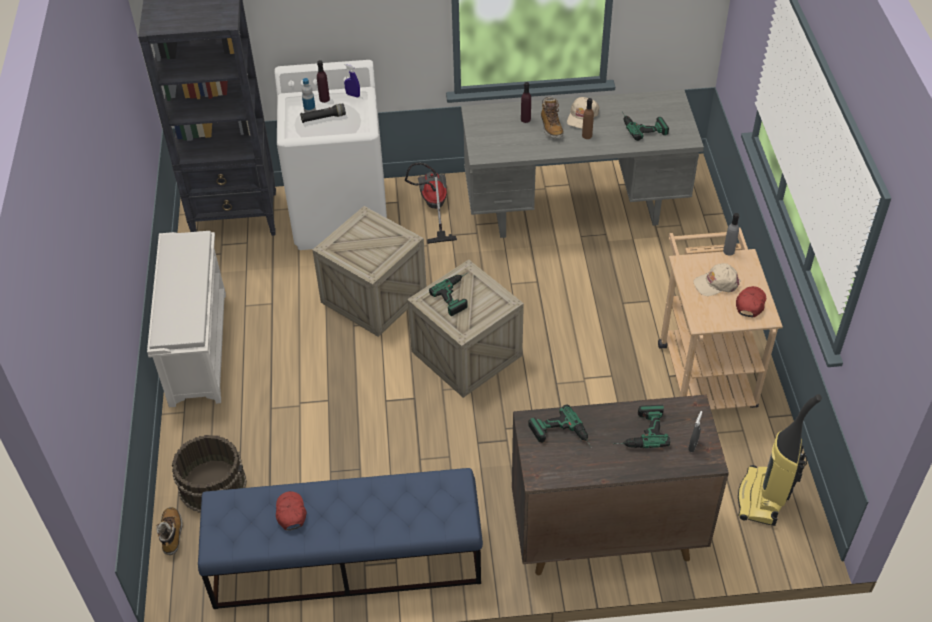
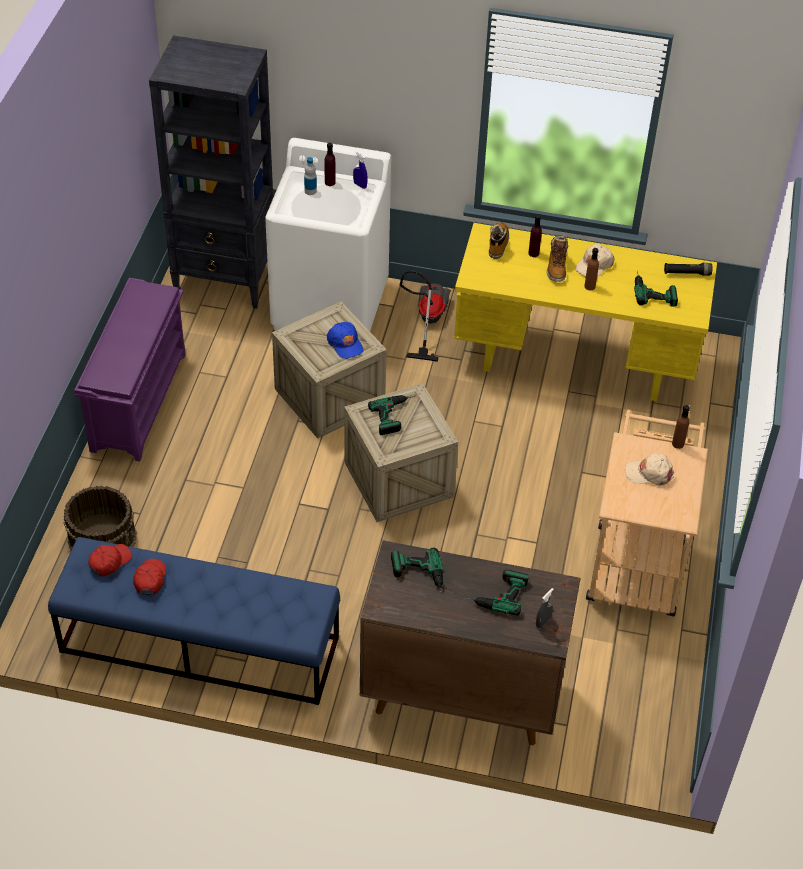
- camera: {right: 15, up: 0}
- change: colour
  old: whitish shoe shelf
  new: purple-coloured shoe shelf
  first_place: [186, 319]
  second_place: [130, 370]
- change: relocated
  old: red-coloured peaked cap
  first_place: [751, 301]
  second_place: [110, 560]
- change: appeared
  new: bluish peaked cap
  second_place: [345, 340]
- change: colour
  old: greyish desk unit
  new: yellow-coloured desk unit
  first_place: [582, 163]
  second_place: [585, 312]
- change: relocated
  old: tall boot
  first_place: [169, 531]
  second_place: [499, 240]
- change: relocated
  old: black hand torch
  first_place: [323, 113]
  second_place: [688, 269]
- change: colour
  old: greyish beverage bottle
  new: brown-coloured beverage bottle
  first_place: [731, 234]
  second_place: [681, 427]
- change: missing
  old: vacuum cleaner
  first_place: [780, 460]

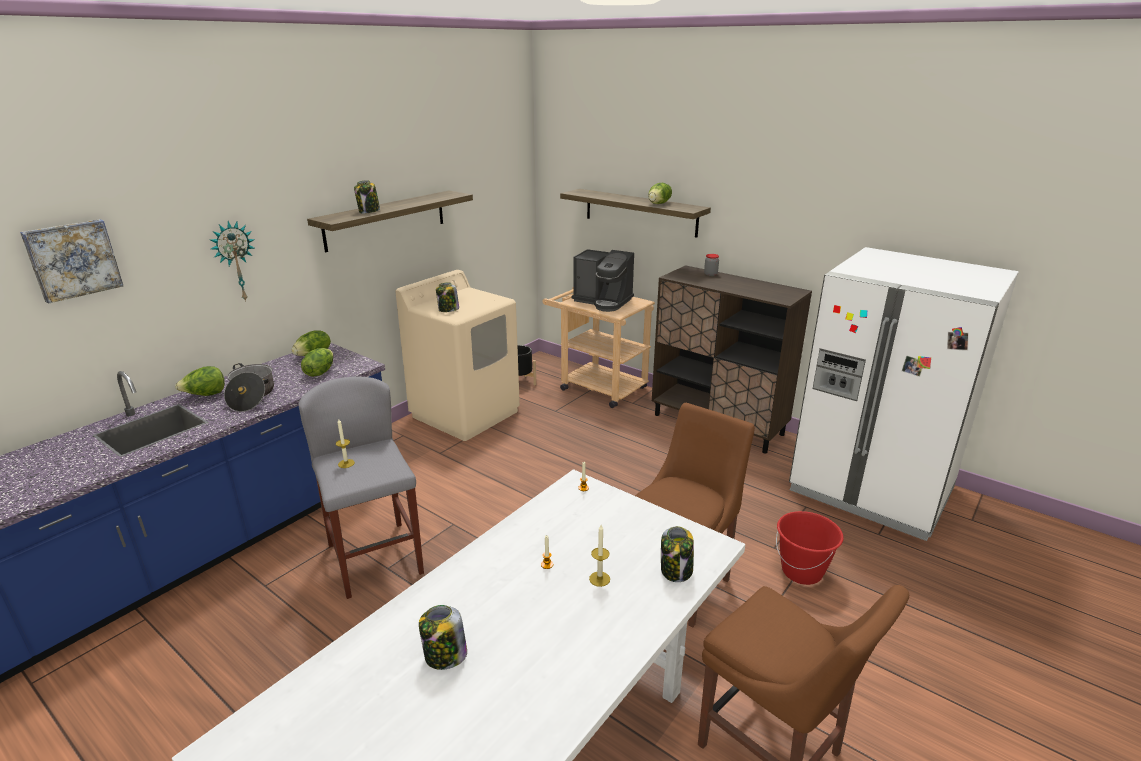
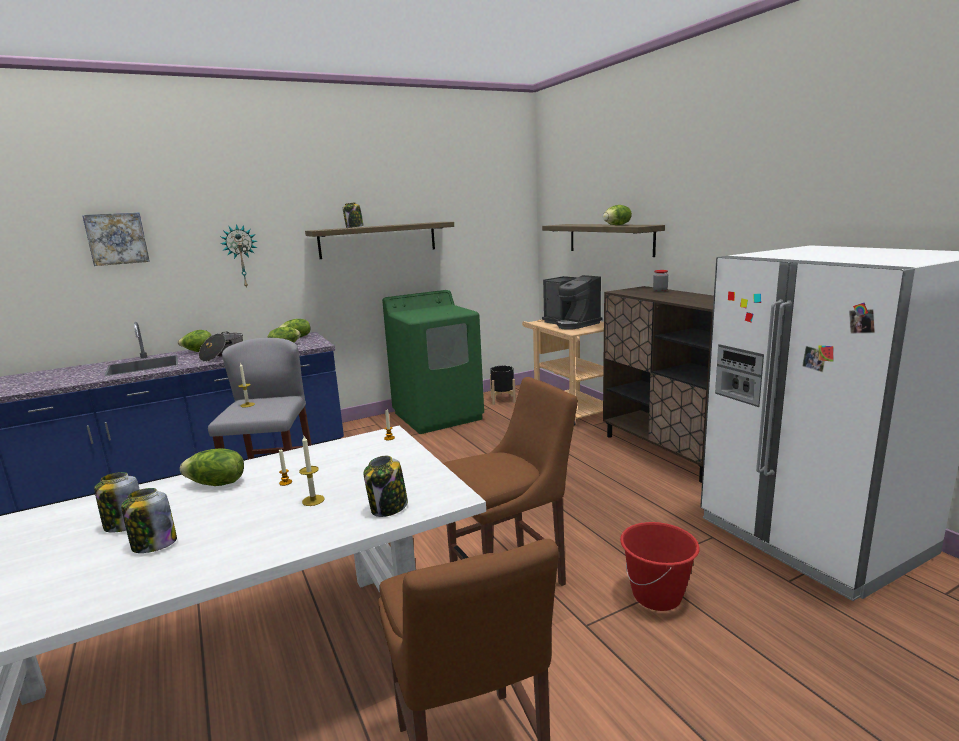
- camera: {right: 25, up: -10}
- change: relocated
  old: storage jar
  first_place: [447, 297]
  second_place: [149, 520]
- change: appeared
  new: head of lettuce
  second_place: [212, 467]
- change: colour
  old: beige-coloured laundry machine
  new: greenish laundry machine
  first_place: [457, 355]
  second_place: [433, 362]

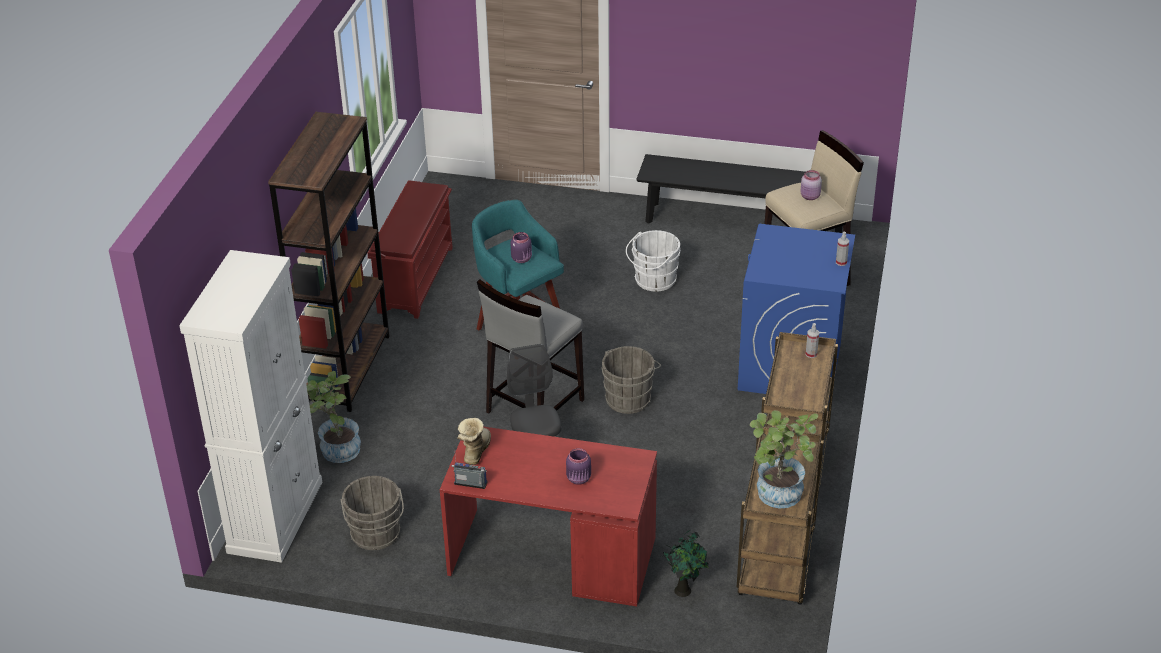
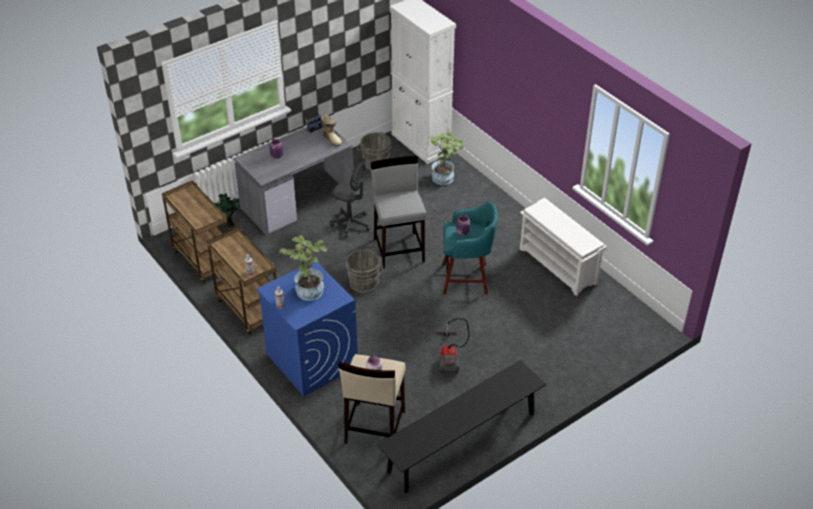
- camera: {right: 130, up: 5}
- change: colour
  old: red-coloured desk unit
  new: greyish desk unit
  first_place: [548, 516]
  second_place: [293, 179]
- change: relocated
  old: potted plant
  first_place: [784, 459]
  second_place: [303, 268]
- change: exchanged
  old: whitish pail
  new: vacuum cleaner
  first_place: [653, 261]
  second_place: [453, 346]
- change: colour
  old: red-coloured shoe shelf
  new: whitish shoe shelf
  first_place: [410, 249]
  second_place: [563, 247]
- change: missing
  old: brown-coloured bookcase
  first_place: [329, 262]

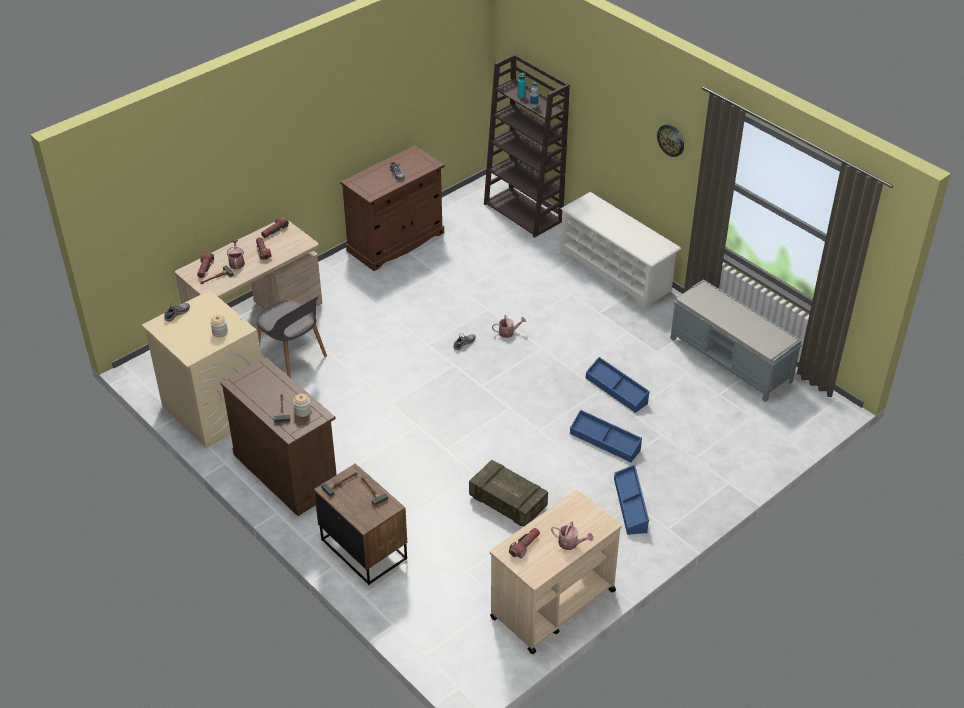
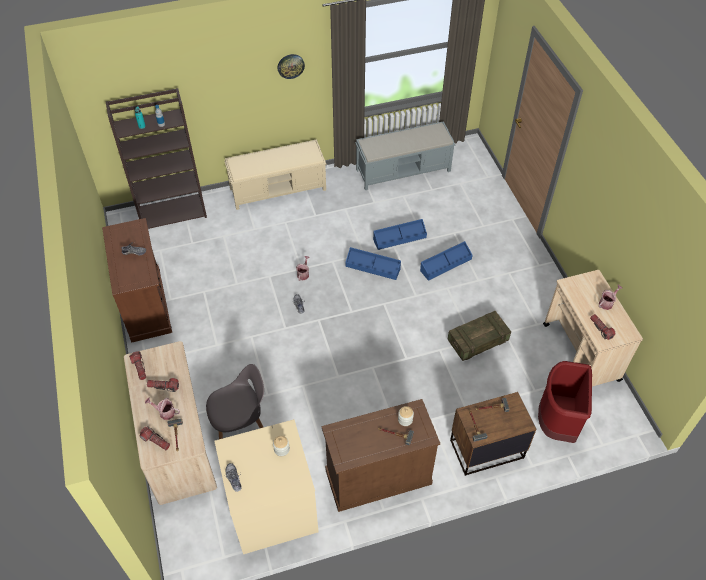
- camera: {right: -65, up: 10}
- change: exchanged
  old: whitish shoe shelf
  new: beige-coloured bench
  first_place: [620, 250]
  second_place: [275, 174]
- change: relocated
  old: bluish storage bin
  first_place: [631, 500]
  second_place: [373, 263]
- change: appeared
  new: red-coloured waste bin
  second_place: [565, 402]

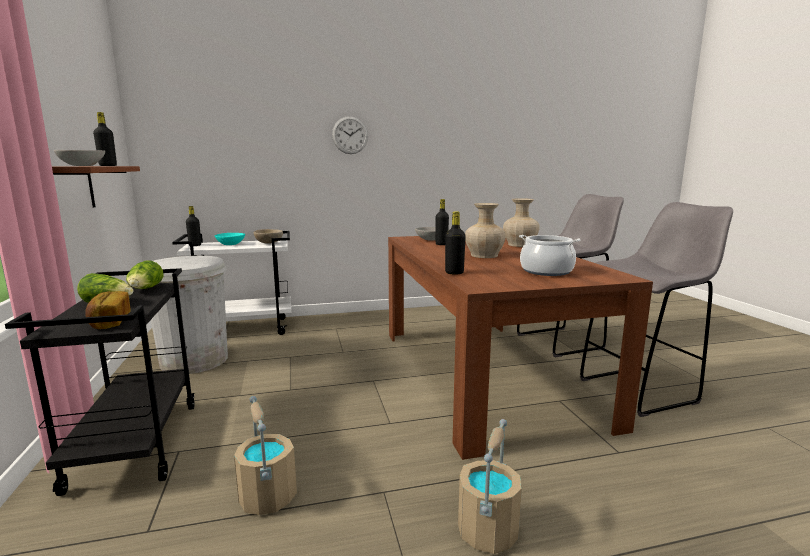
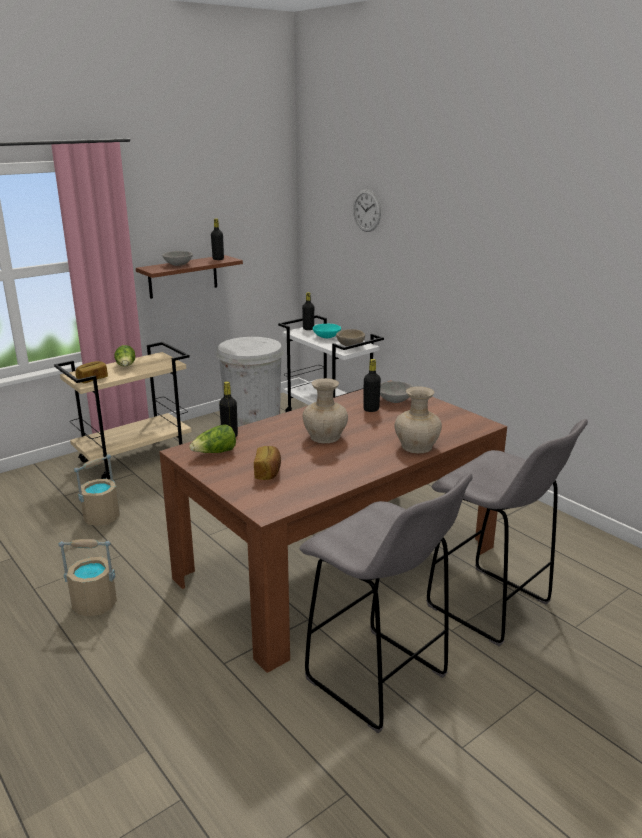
- camera: {right: 65, up: 10}
- change: colour
  old: black cart
  new: beige-coloured cart
  first_place: [100, 382]
  second_place: [123, 411]
- change: relocated
  old: head of lettuce
  first_place: [145, 275]
  second_place: [212, 439]
- change: exchanged
  old: stockpot
  new: bakery bread
  first_place: [550, 255]
  second_place: [267, 463]
- change: relocated
  old: clock on the wall
  first_place: [350, 135]
  second_place: [367, 210]

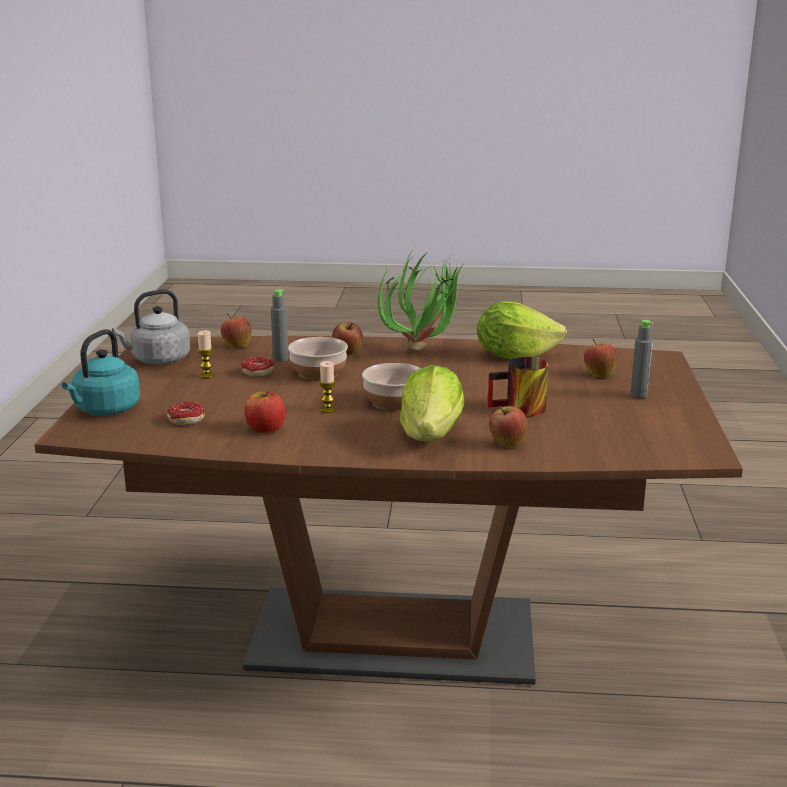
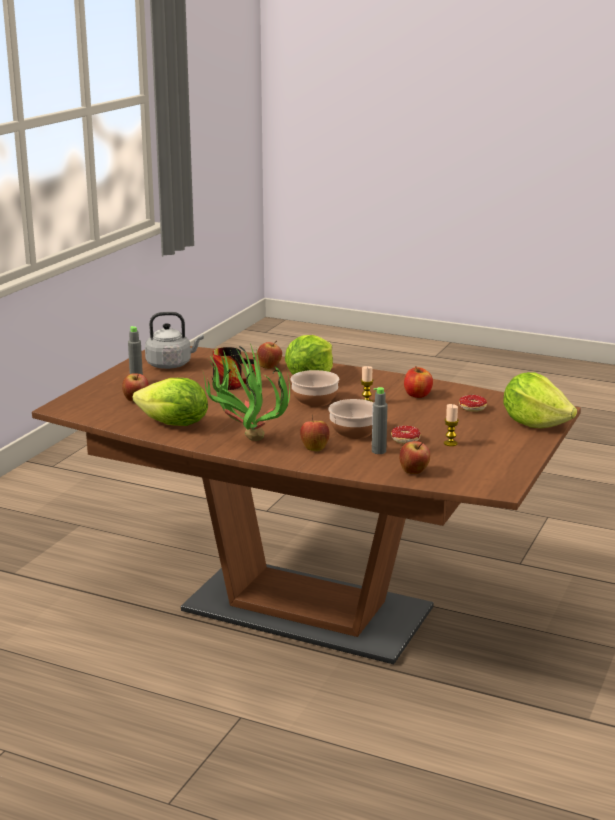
- camera: {right: -160, up: 0}
- change: relocated
  old: greyish water kettle
  first_place: [151, 327]
  second_place: [174, 340]
- change: exchanged
  old: turquoise-coloured water kettle
  new: head of lettuce
  first_place: [101, 372]
  second_place: [540, 400]

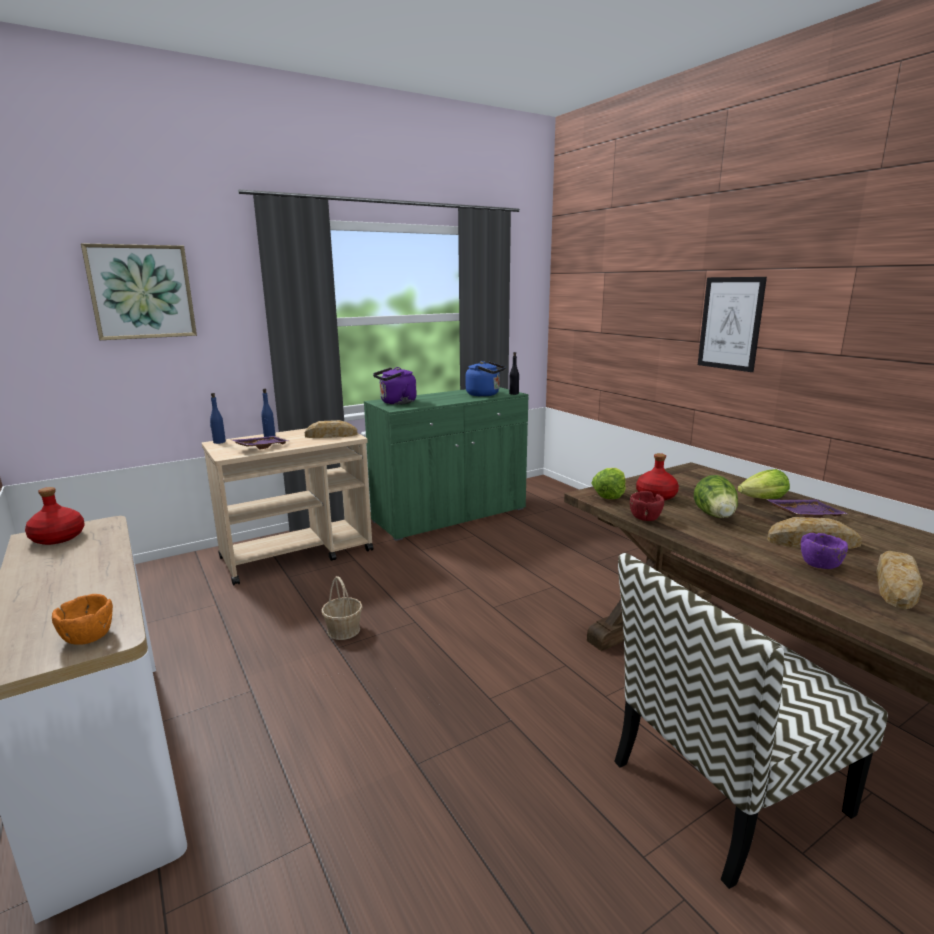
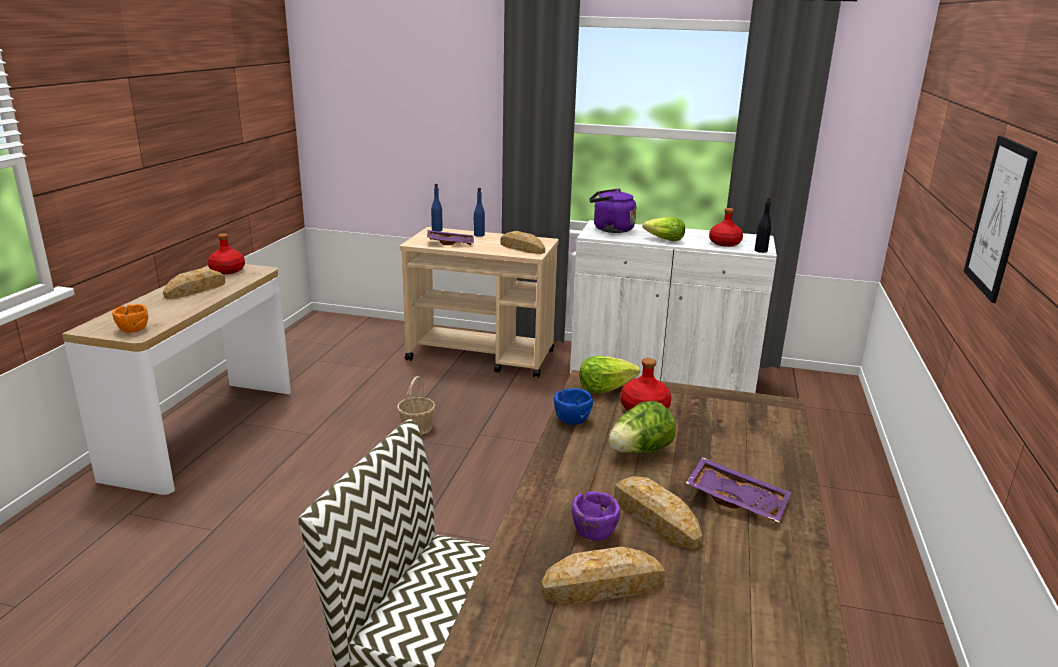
- camera: {right: 45, up: 5}
- change: appeared
  new: bakery bread
  second_place: [194, 283]
- change: colour
  old: red-coloured bowl
  new: bluish bowl
  first_place: [647, 506]
  second_place: [573, 406]
- change: colour
  old: greenish cabinet
  new: whitish cabinet
  first_place: [446, 464]
  second_place: [673, 306]
- change: relocated
  old: head of lettuce
  first_place: [763, 484]
  second_place: [663, 229]
- change: exchanged
  old: bluish water kettle
  new: red-coloured beverage bottle
  first_place: [486, 379]
  second_place: [726, 227]
- change: missing
  old: wall picture
  first_place: [139, 291]

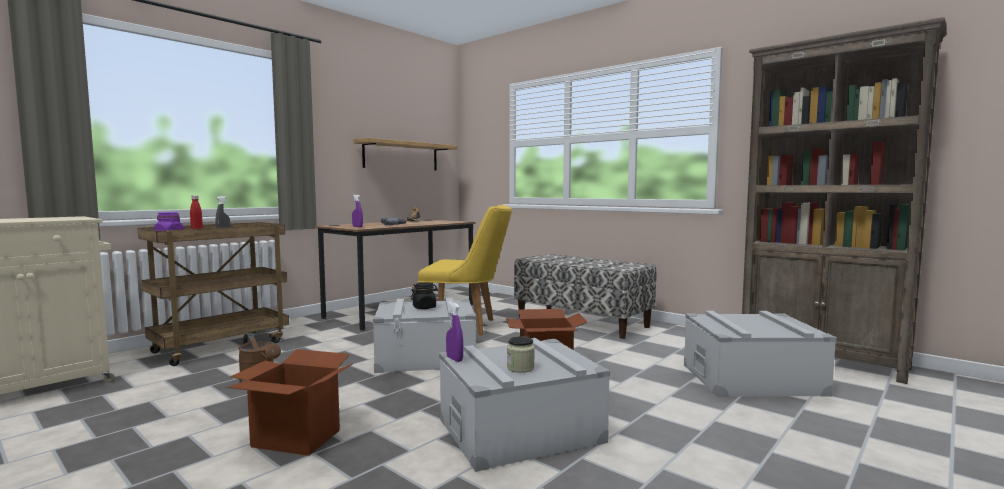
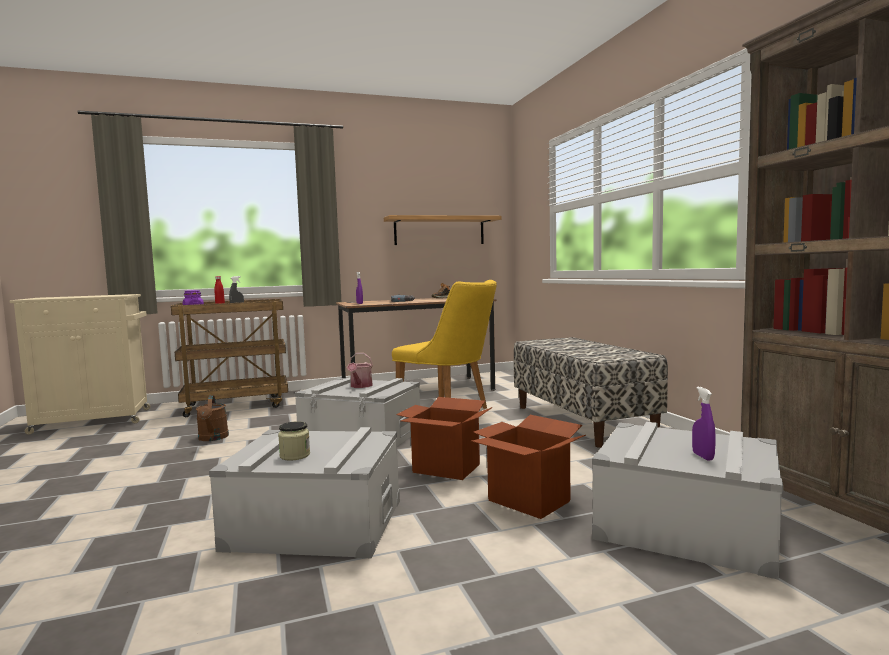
- camera: {right: 30, up: 0}
- change: exchanged
  old: black storage jar
  new: sprinkling can
  first_place: [424, 295]
  second_place: [360, 370]
- change: relocated
  old: carton
  first_place: [289, 402]
  second_place: [528, 467]
- change: relocated
  old: purple-coloured sprayer
  first_place: [454, 331]
  second_place: [704, 424]

